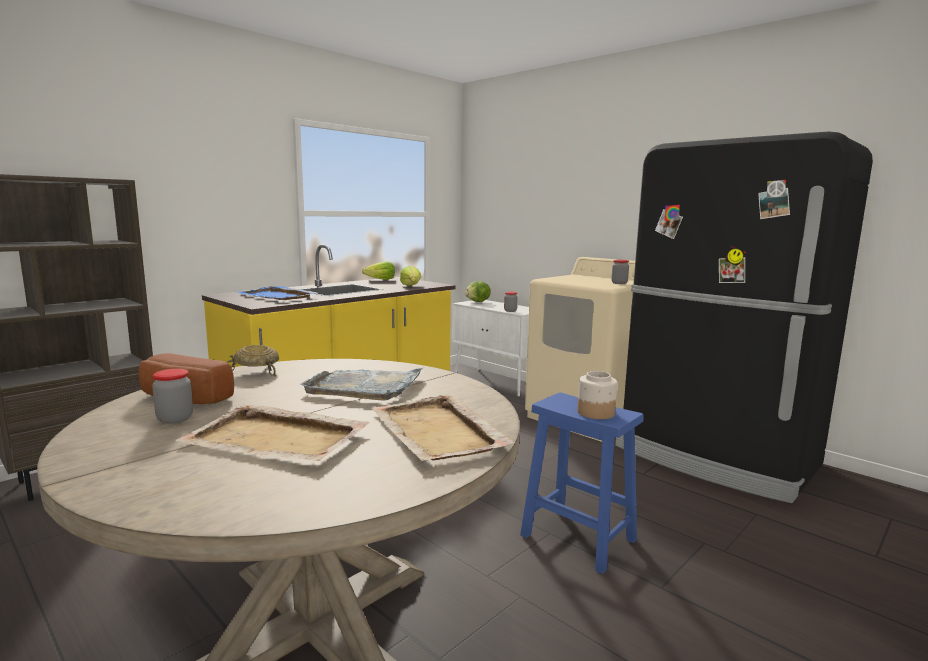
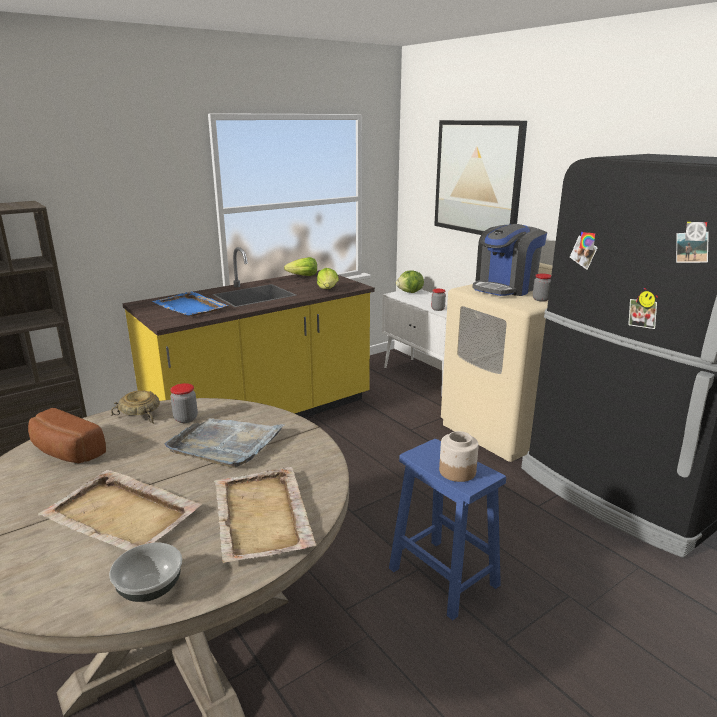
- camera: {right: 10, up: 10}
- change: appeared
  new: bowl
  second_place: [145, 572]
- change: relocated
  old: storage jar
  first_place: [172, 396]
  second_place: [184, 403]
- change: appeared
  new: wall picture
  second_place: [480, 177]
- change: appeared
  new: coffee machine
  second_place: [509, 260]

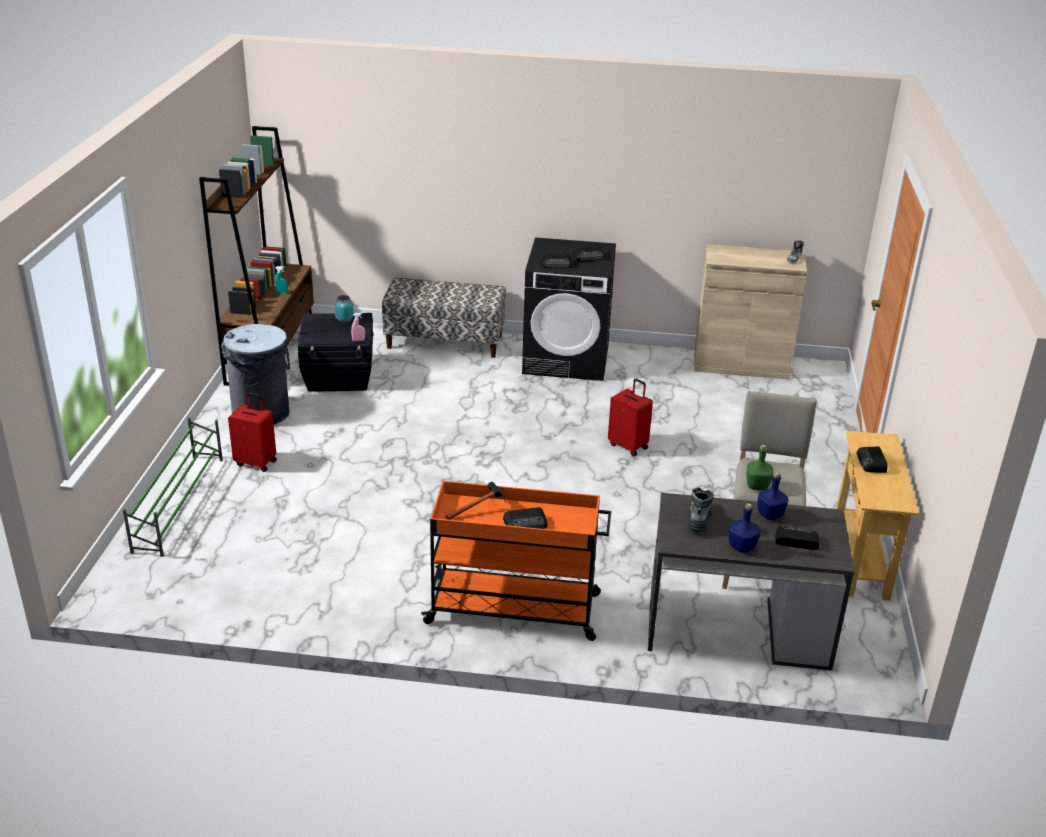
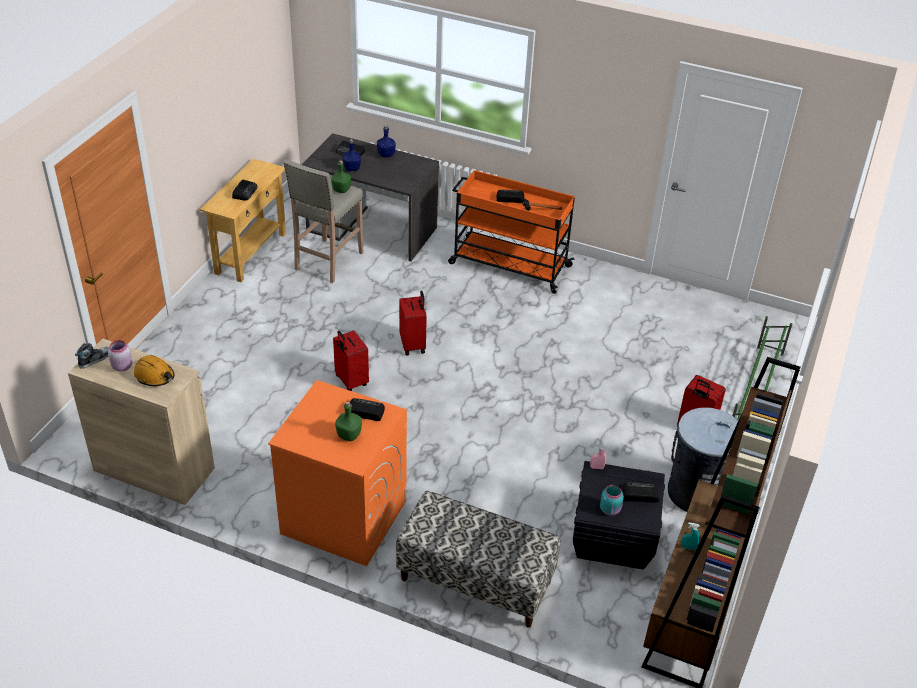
- camera: {right: -165, up: 10}
- change: appeared
  new: pinkish storage jar
  second_place: [120, 356]
- change: appeared
  new: orangey safety helmet
  second_place: [154, 370]
- change: colour
  old: black laundry machine
  new: orangey laundry machine
  first_place: [569, 309]
  second_place: [337, 473]
- change: appeared
  new: greenish beverage bottle
  second_place: [348, 421]
- change: appeared
  new: red-coloured suitcase
  second_place: [413, 323]
- change: relocated
  old: radio receiver
  first_place: [589, 253]
  second_place: [640, 493]
- change: missing
  old: tall boot
  first_place: [700, 509]

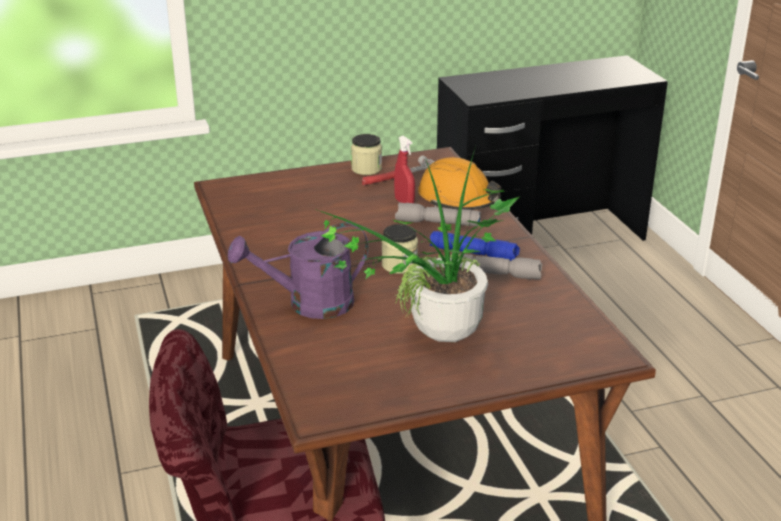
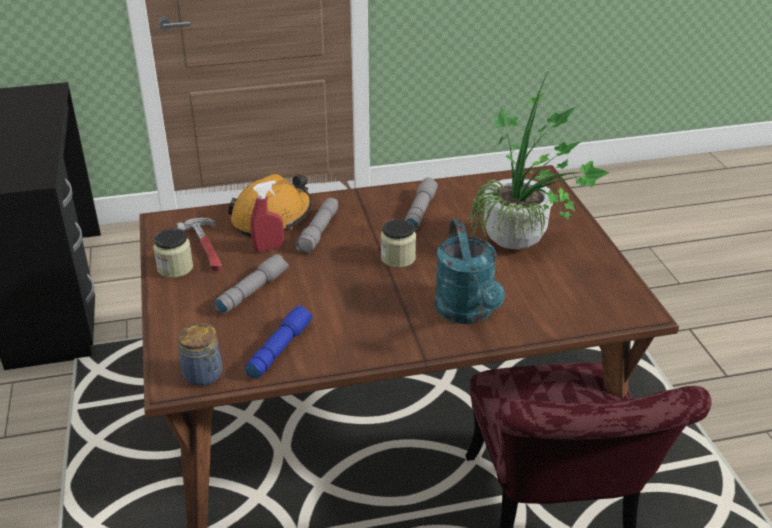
- camera: {right: -85, up: 5}
- change: appeared
  new: storage jar
  second_place: [199, 354]
- change: appeared
  new: greyish hand torch
  second_place: [252, 284]
- change: relocated
  old: bluish hand torch
  first_place: [475, 246]
  second_place: [279, 342]
- change: colour
  old: purple-coloured sprinkling can
  new: turquoise-coloured sprinkling can
  first_place: [298, 270]
  second_place: [470, 271]

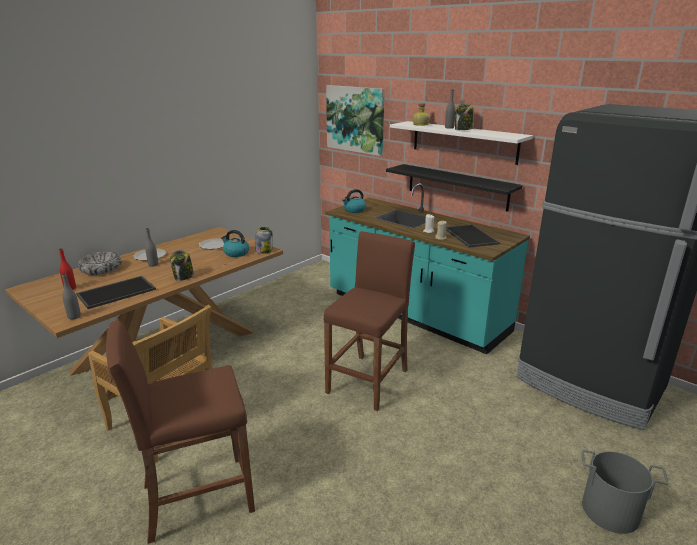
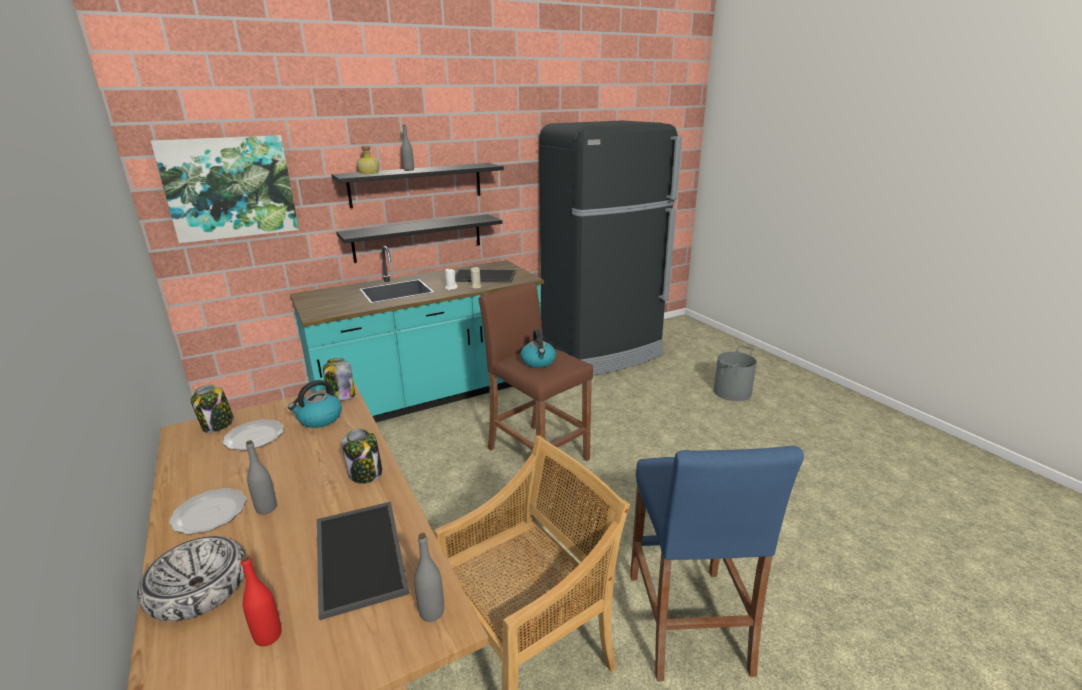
- camera: {right: -70, up: 0}
- change: relocated
  old: storage jar
  first_place: [464, 117]
  second_place: [212, 408]
- change: colour
  old: whitish wall shelf
  new: black wall shelf
  first_place: [461, 143]
  second_place: [417, 185]
- change: relocated
  old: water kettle
  first_place: [354, 201]
  second_place: [538, 348]
- change: colour
  old: brown-coloured stool seat
  new: bluish stool seat
  first_place: [180, 432]
  second_place: [717, 564]

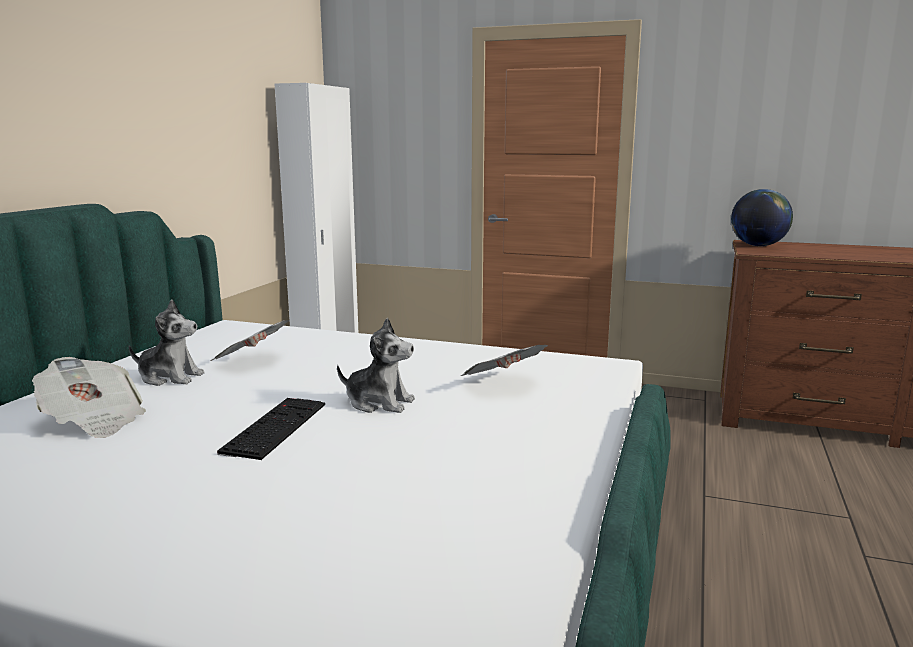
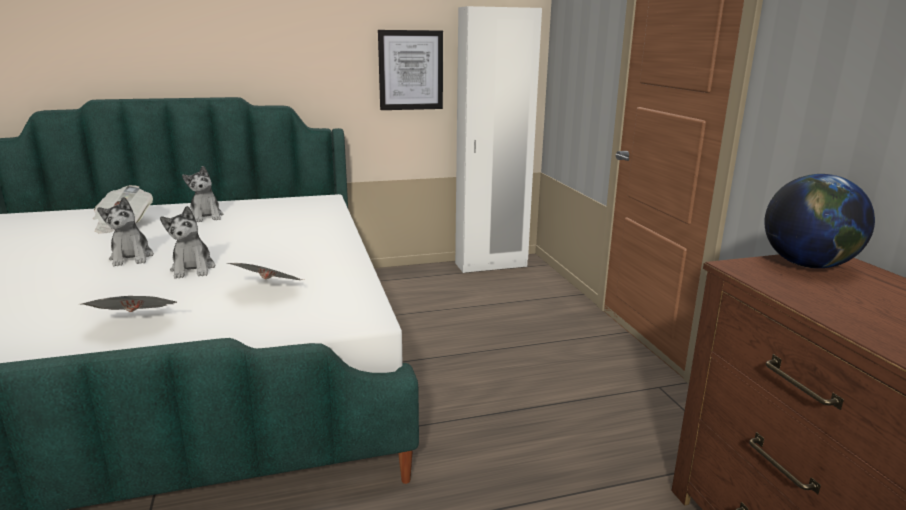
- camera: {right: 55, up: 5}
- change: relocated
  old: newspaper
  first_place: [249, 340]
  second_place: [128, 304]
- change: exchanged
  old: keyboard
  new: soft toy
  first_place: [271, 429]
  second_place: [125, 231]
- change: appeared
  new: wall picture
  second_place: [410, 70]

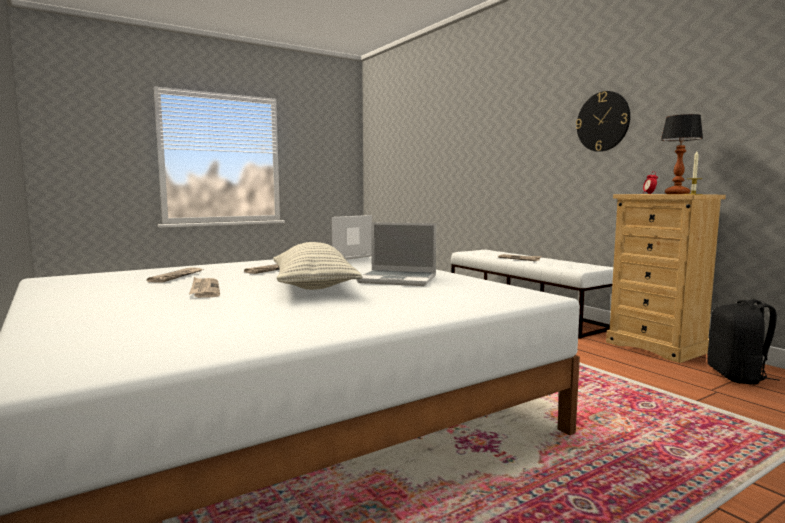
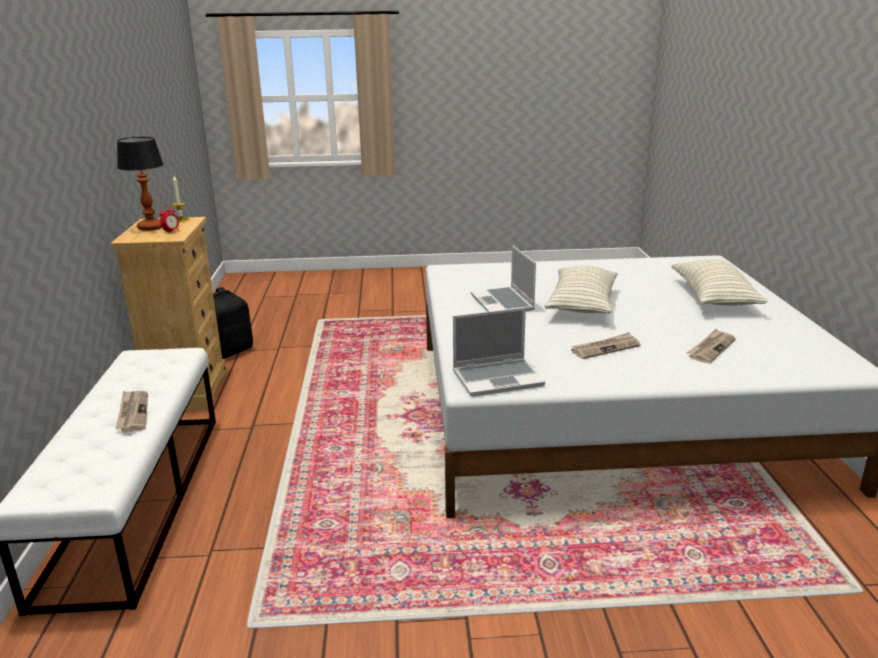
- camera: {right: -150, up: 15}
- change: spun
  old: portable computer
  first_place: [396, 254]
  second_place: [503, 278]
  degrees: -150
- change: appeared
  new: cushion
  second_place: [719, 282]
- change: missing
  old: newspaper
  first_place: [204, 287]
- change: missing
  old: clock on the wall
  first_place: [603, 121]

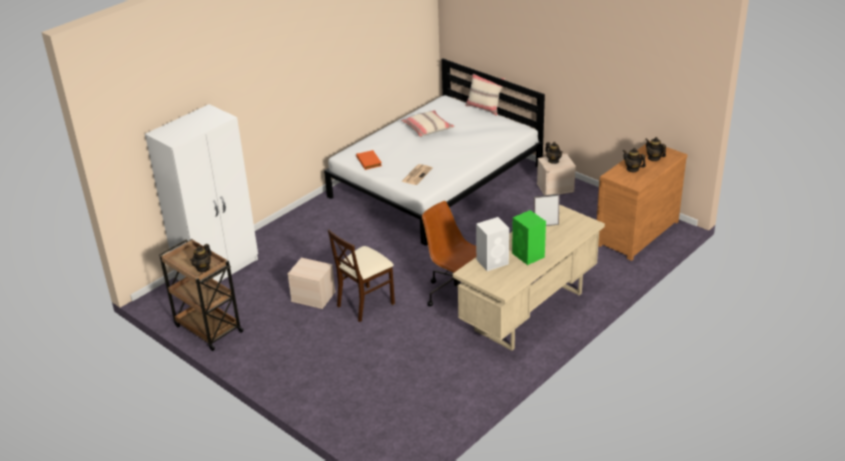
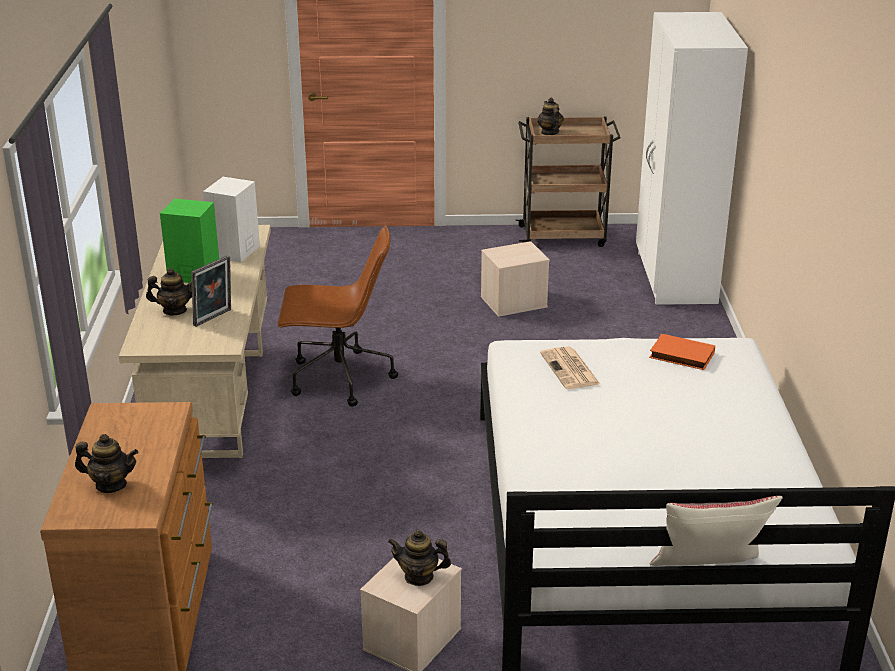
- camera: {right: 135, up: -5}
- change: relocated
  old: teapot
  first_place: [634, 160]
  second_place: [169, 291]
- change: missing
  old: beige-coloured upright chair
  first_place: [361, 276]
- change: missing
  old: beige-coloured cushion
  first_place: [428, 123]

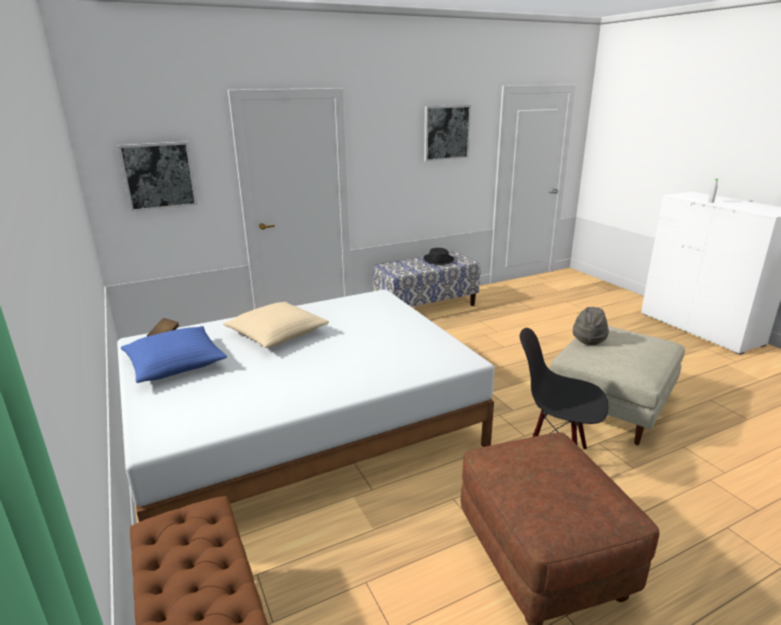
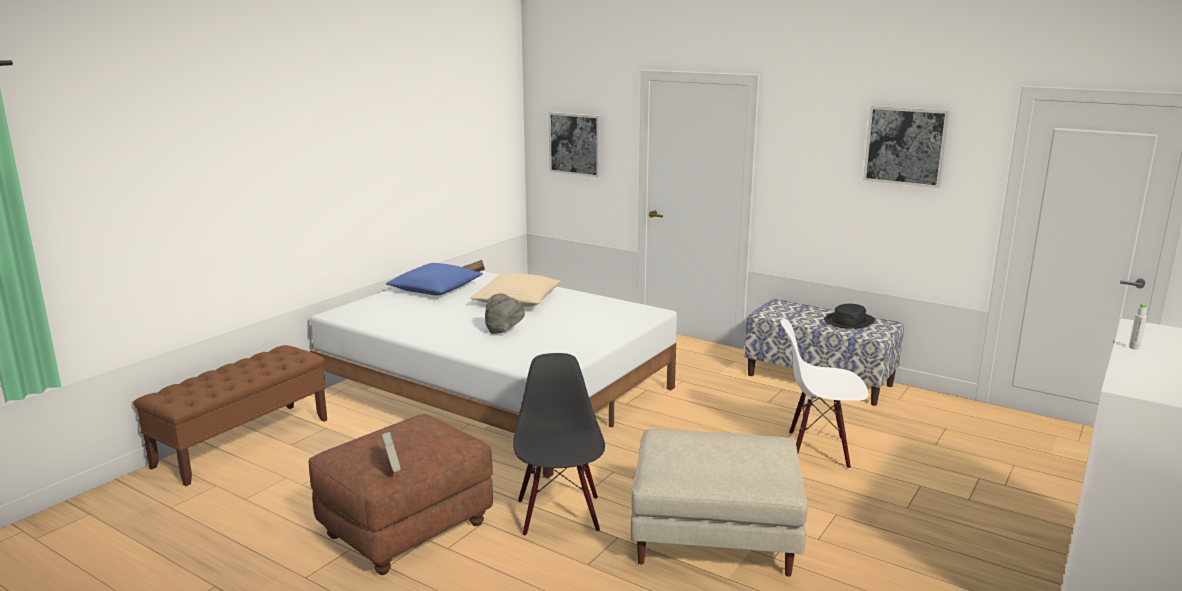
- camera: {right: 60, up: -5}
- change: appeared
  new: bound book
  second_place: [391, 452]
- change: relocated
  old: greyish hat
  first_place: [591, 326]
  second_place: [505, 313]
- change: appeared
  new: whitish upright chair
  second_place: [824, 393]

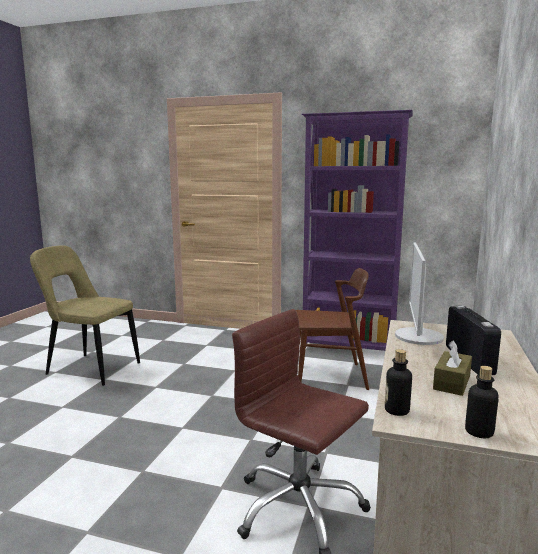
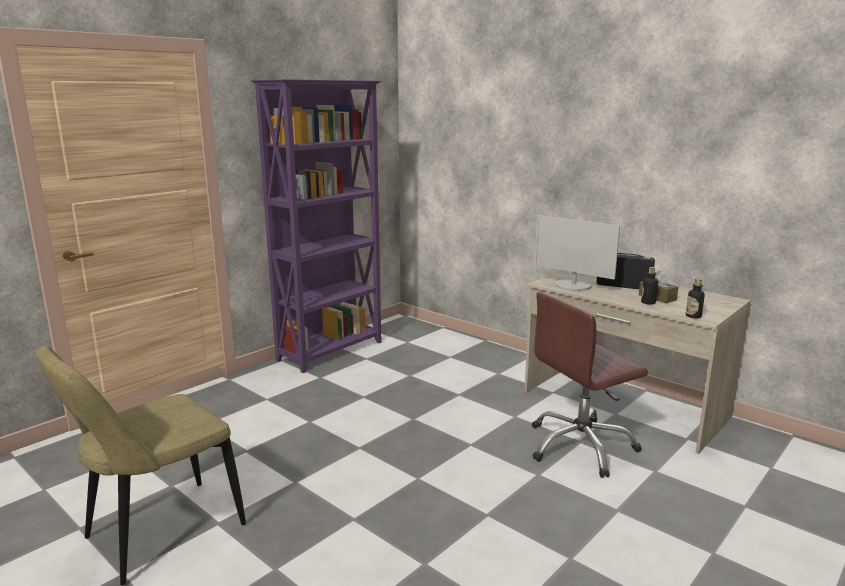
- camera: {right: -65, up: 5}
- change: relocated
  old: beverage bottle
  first_place: [481, 402]
  second_place: [649, 286]
- change: missing
  old: brown-coloured upright chair
  first_place: [332, 329]

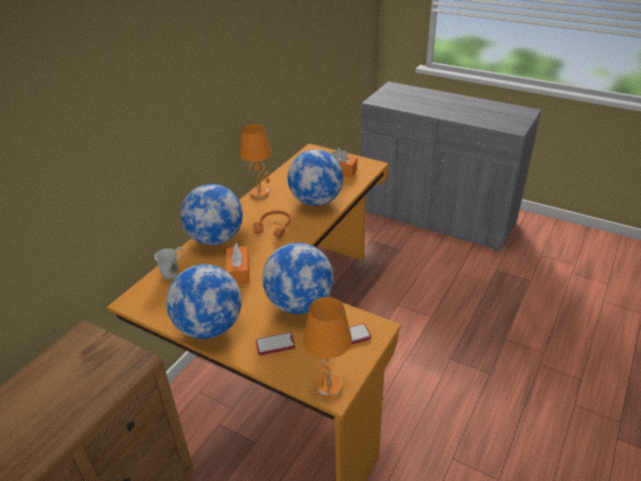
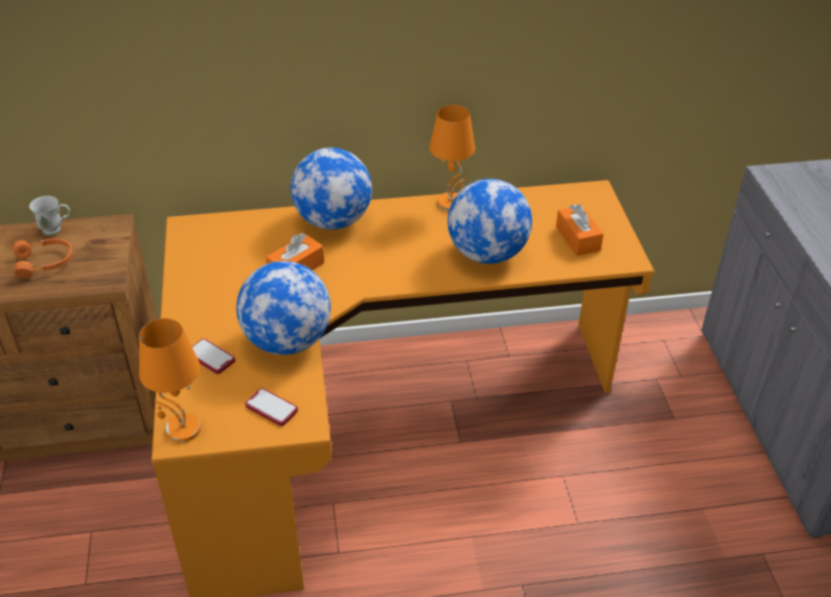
- camera: {right: 50, up: 5}
- change: relocated
  old: orangey headphones
  first_place: [272, 224]
  second_place: [42, 258]
- change: relocated
  old: whitish mug
  first_place: [168, 263]
  second_place: [49, 215]
- change: missing
  old: world globe
  first_place: [204, 301]

